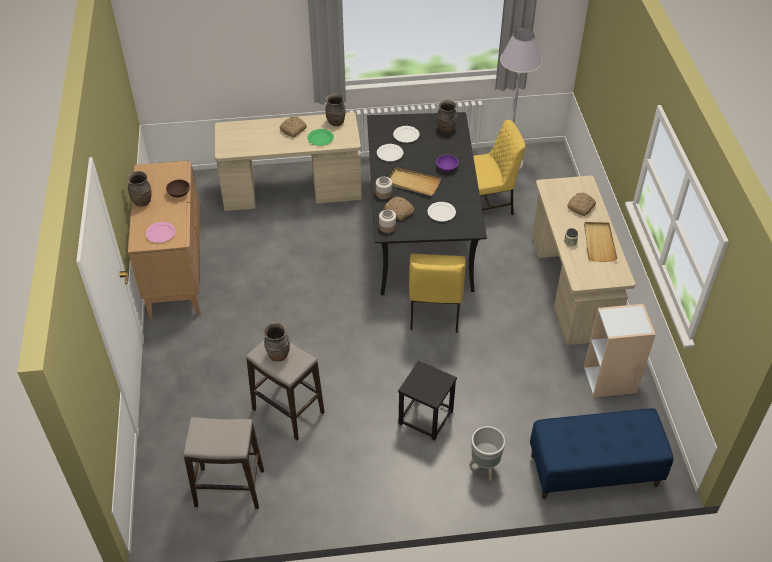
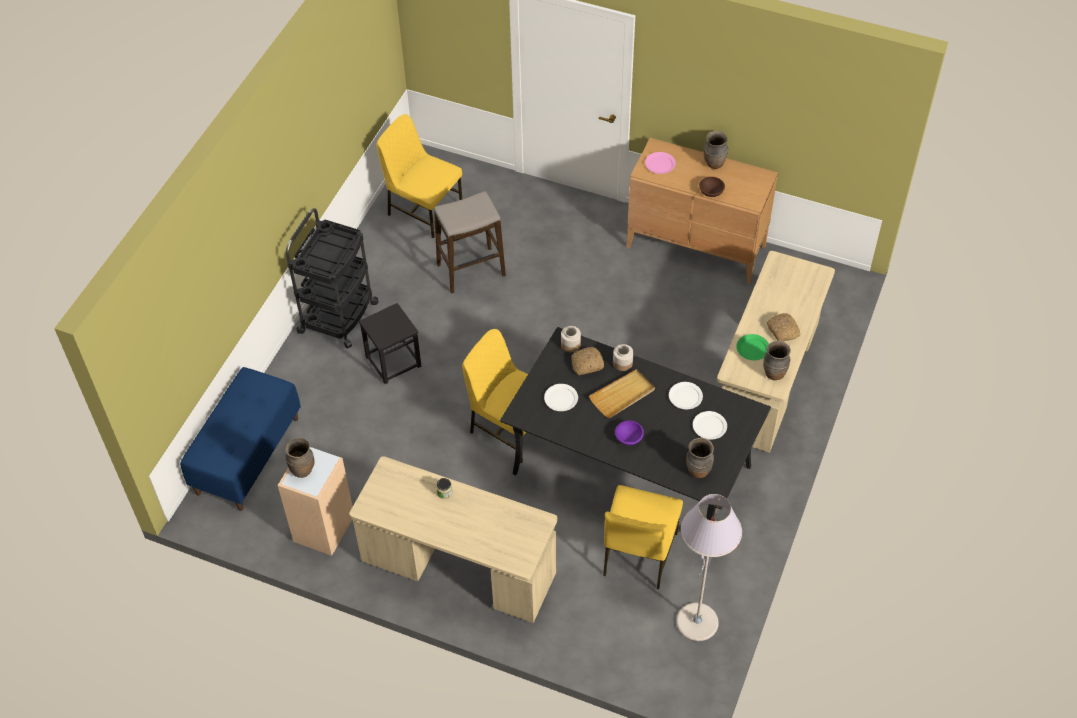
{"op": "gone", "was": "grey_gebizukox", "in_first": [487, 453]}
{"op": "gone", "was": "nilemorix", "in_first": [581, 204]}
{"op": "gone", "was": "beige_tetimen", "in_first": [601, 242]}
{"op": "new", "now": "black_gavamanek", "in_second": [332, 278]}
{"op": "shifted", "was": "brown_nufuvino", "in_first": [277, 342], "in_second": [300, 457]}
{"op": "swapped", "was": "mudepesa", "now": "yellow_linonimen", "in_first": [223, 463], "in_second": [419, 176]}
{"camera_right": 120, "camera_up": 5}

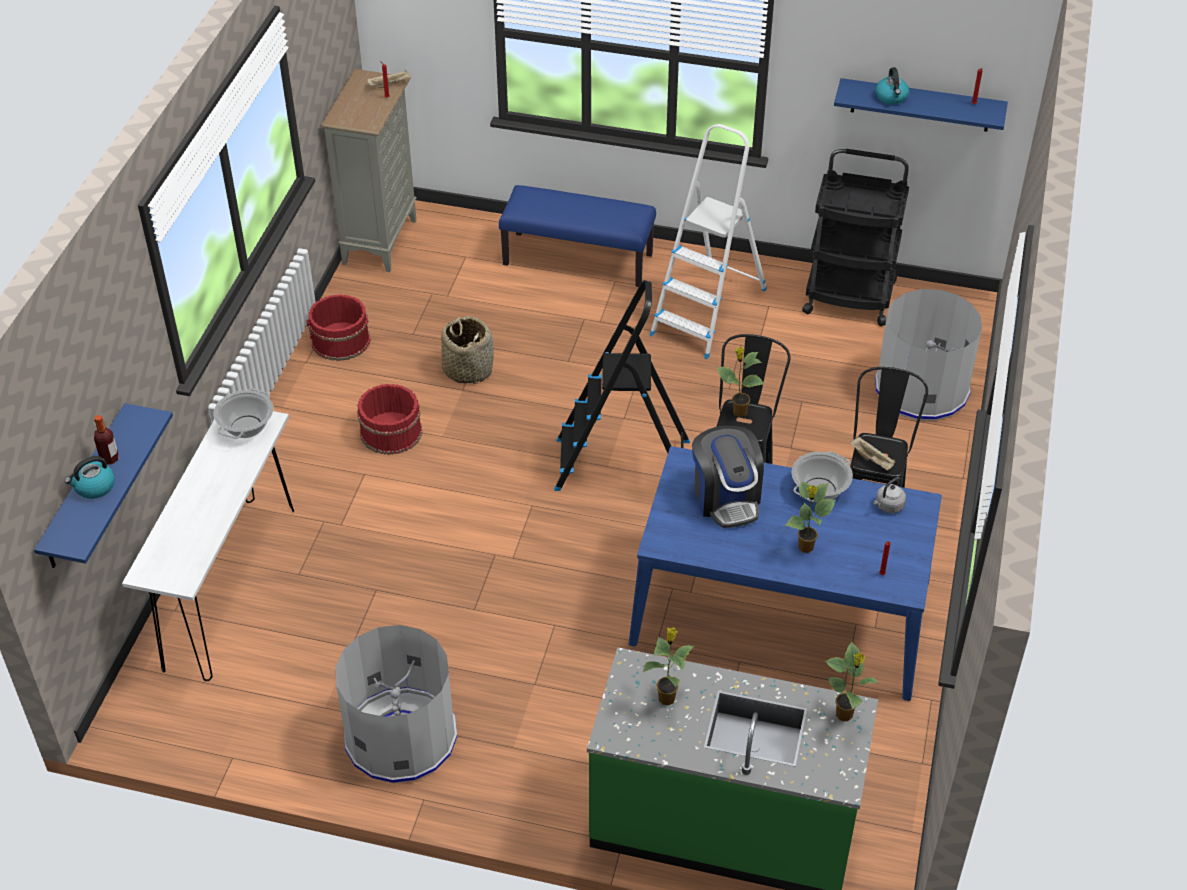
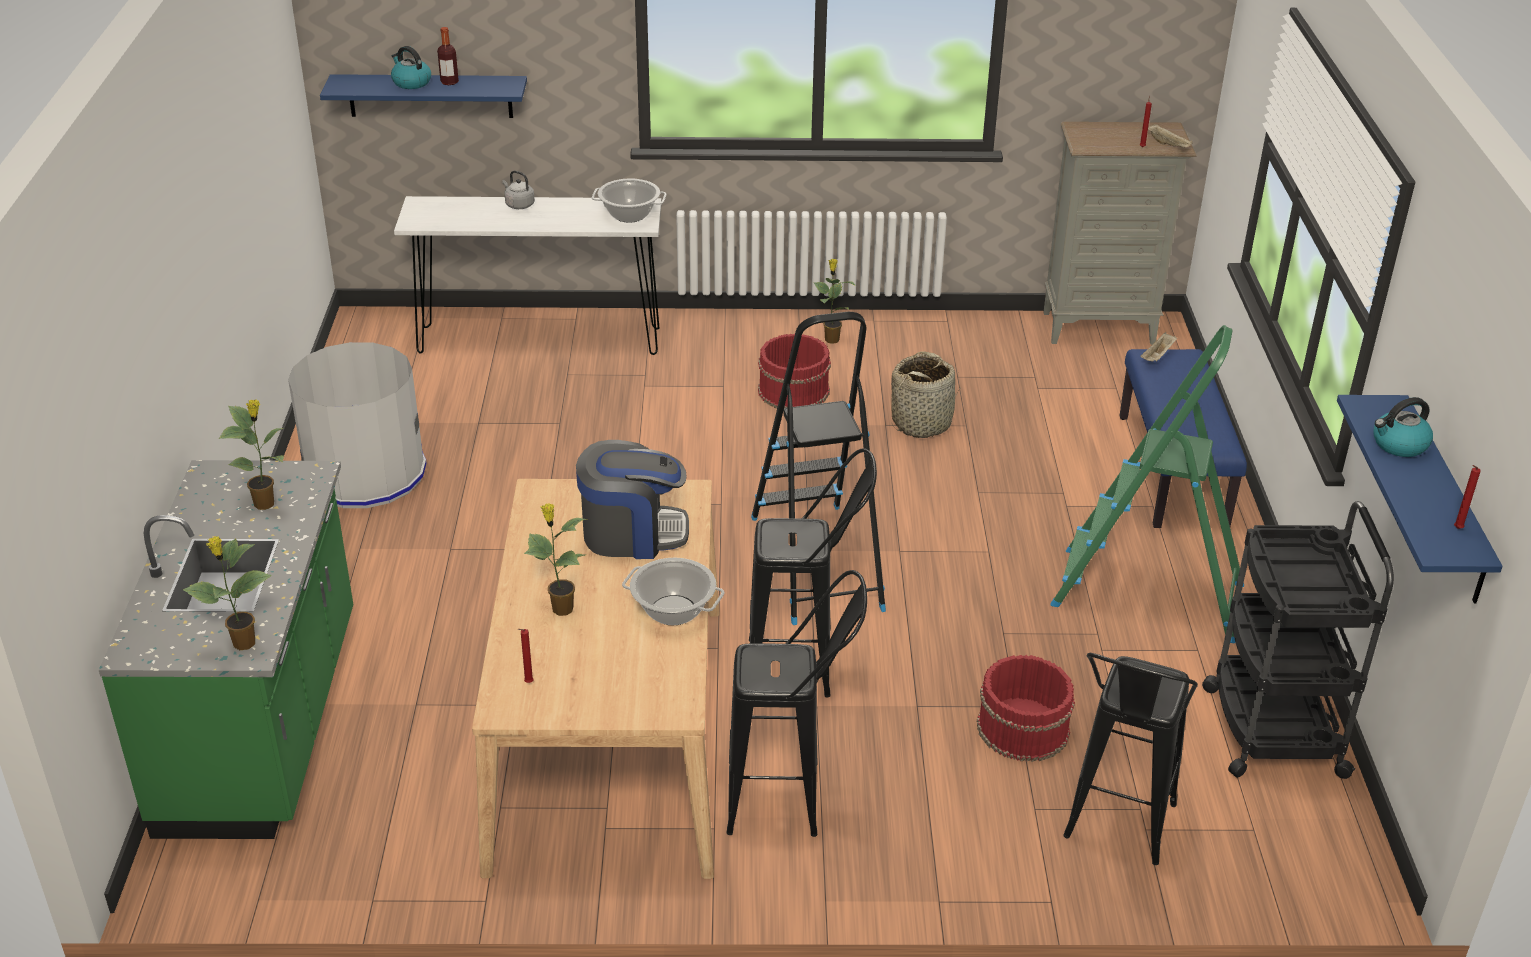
{"op": "shifted", "was": "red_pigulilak", "in_first": [338, 327], "in_second": [1026, 708]}
{"op": "shifted", "was": "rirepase", "in_first": [740, 382], "in_second": [835, 301]}
{"op": "shifted", "was": "beige_tetimen", "in_first": [872, 453], "in_second": [1159, 347]}
{"op": "shifted", "was": "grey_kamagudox", "in_first": [889, 495], "in_second": [518, 189]}
{"op": "swapped", "was": "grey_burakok", "now": "black_mudepesa", "in_first": [928, 355], "in_second": [1130, 759]}
{"op": "repainted", "was": "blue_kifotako", "now": "beige_kifotako", "in_first": [785, 573], "in_second": [595, 679]}
{"op": "repainted", "was": "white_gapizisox", "now": "green_gapizisox", "in_first": [708, 241], "in_second": [1147, 484]}
{"op": "rotated", "was": "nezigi", "in_first": [728, 477], "in_second": [632, 499], "clockwise": -150}
{"camera_right": 75, "camera_up": -10}

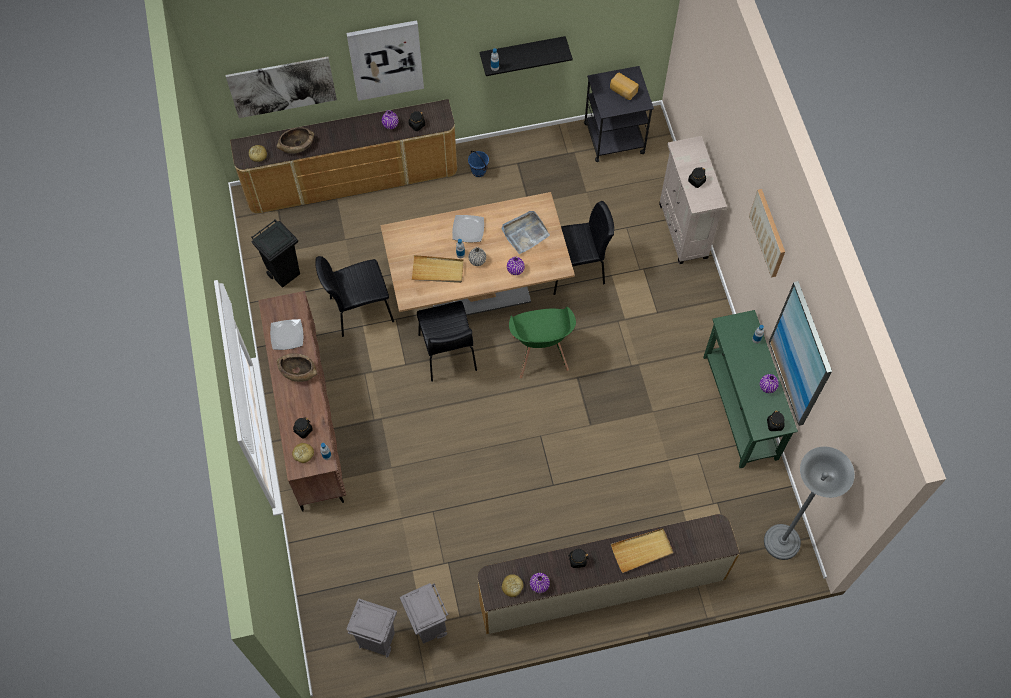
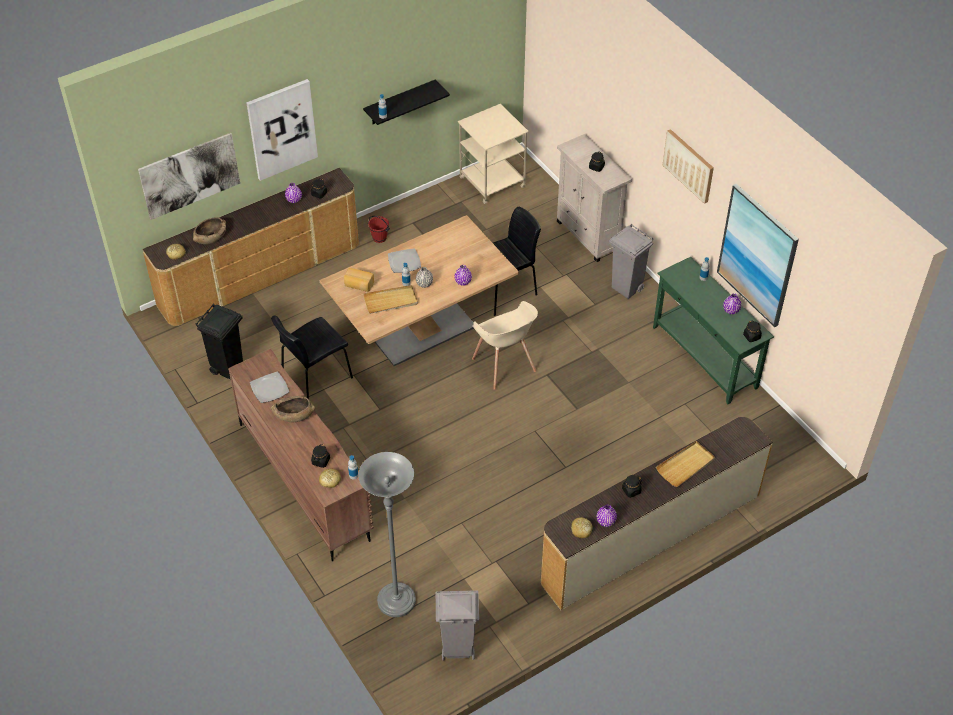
{"op": "gone", "was": "black_linonimen", "in_first": [447, 341]}
{"op": "gone", "was": "grey_tetimen", "in_first": [526, 232]}
{"op": "shifted", "was": "grey_burakok", "in_first": [424, 613], "in_second": [631, 261]}
{"op": "shifted", "was": "nilemorix", "in_first": [624, 86], "in_second": [359, 280]}
{"op": "shifted", "was": "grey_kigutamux", "in_first": [809, 503], "in_second": [387, 534]}
{"op": "repainted", "was": "blue_pigulilak", "now": "red_pigulilak", "in_first": [478, 164], "in_second": [379, 229]}
{"op": "repainted", "was": "green_linonimen", "now": "beige_linonimen", "in_first": [542, 342], "in_second": [505, 345]}
{"op": "repainted", "was": "black_gavamanek", "now": "beige_gavamanek", "in_first": [619, 114], "in_second": [493, 154]}
{"camera_right": -20, "camera_up": -15}

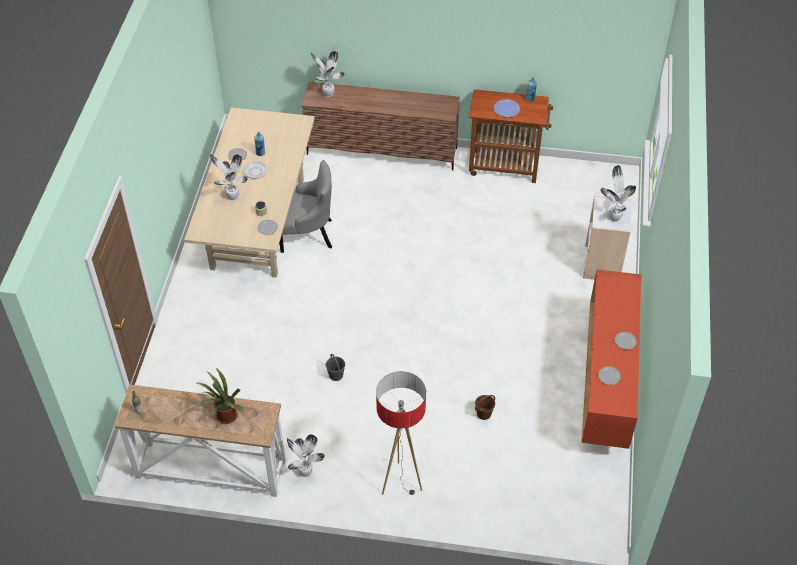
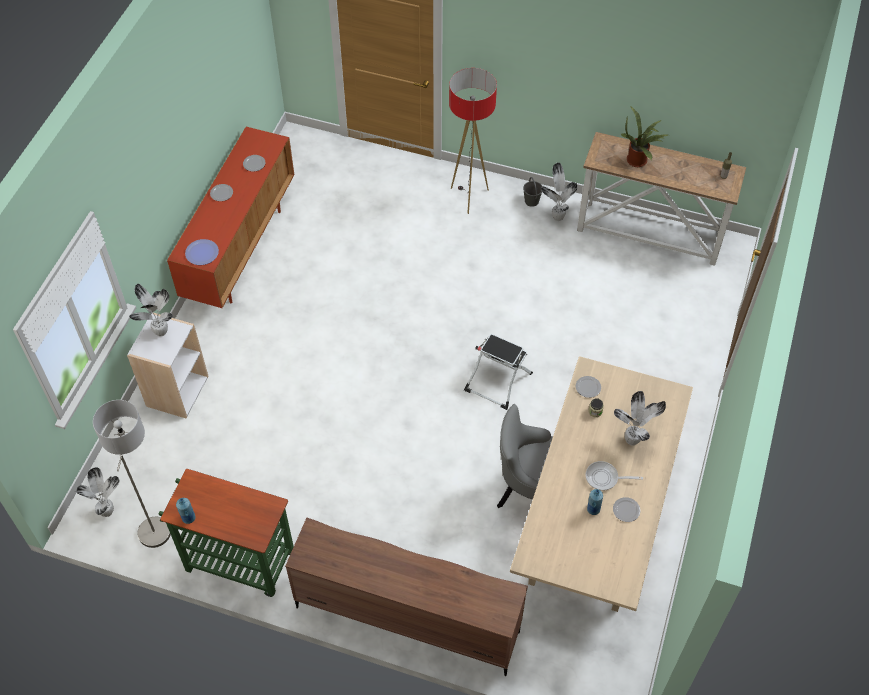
{"op": "gone", "was": "brown_pigulilak", "in_first": [485, 407]}
{"op": "new", "now": "grey_kigutamux", "in_second": [132, 474]}
{"op": "new", "now": "gapizisox", "in_second": [498, 372]}
{"op": "shifted", "was": "rirepase", "in_first": [327, 74], "in_second": [97, 492]}
{"op": "shifted", "was": "grey_pigulilak", "in_first": [335, 367], "in_second": [533, 192]}
{"op": "shifted", "was": "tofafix", "in_first": [507, 108], "in_second": [202, 252]}
{"op": "repainted", "was": "brown_gavamanek", "now": "green_gavamanek", "in_first": [511, 136], "in_second": [226, 533]}
{"camera_right": -170, "camera_up": 5}

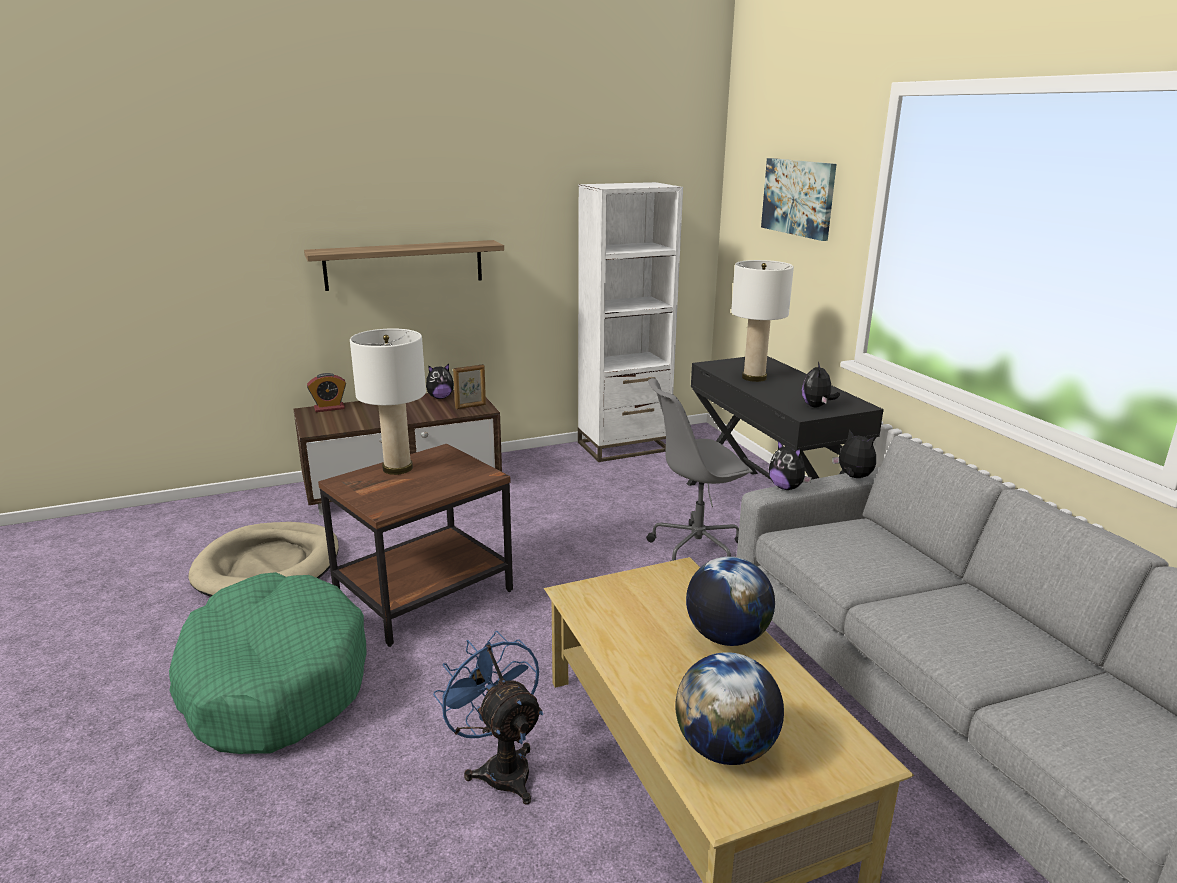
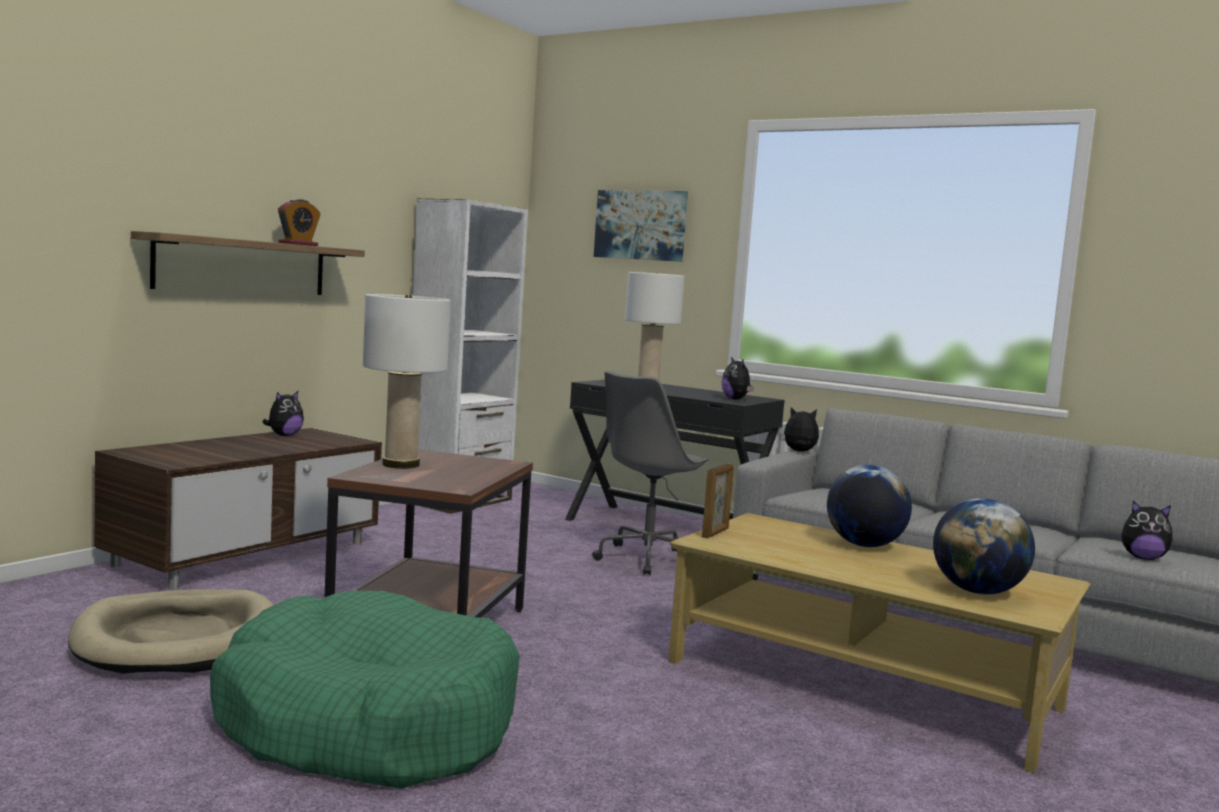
{"op": "gone", "was": "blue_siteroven", "in_first": [488, 718]}
{"op": "shifted", "was": "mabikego", "in_first": [326, 392], "in_second": [299, 222]}
{"op": "shifted", "was": "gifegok", "in_first": [469, 386], "in_second": [718, 500]}
{"op": "shifted", "was": "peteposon", "in_first": [790, 465], "in_second": [1148, 530]}
{"camera_right": -35, "camera_up": -15}

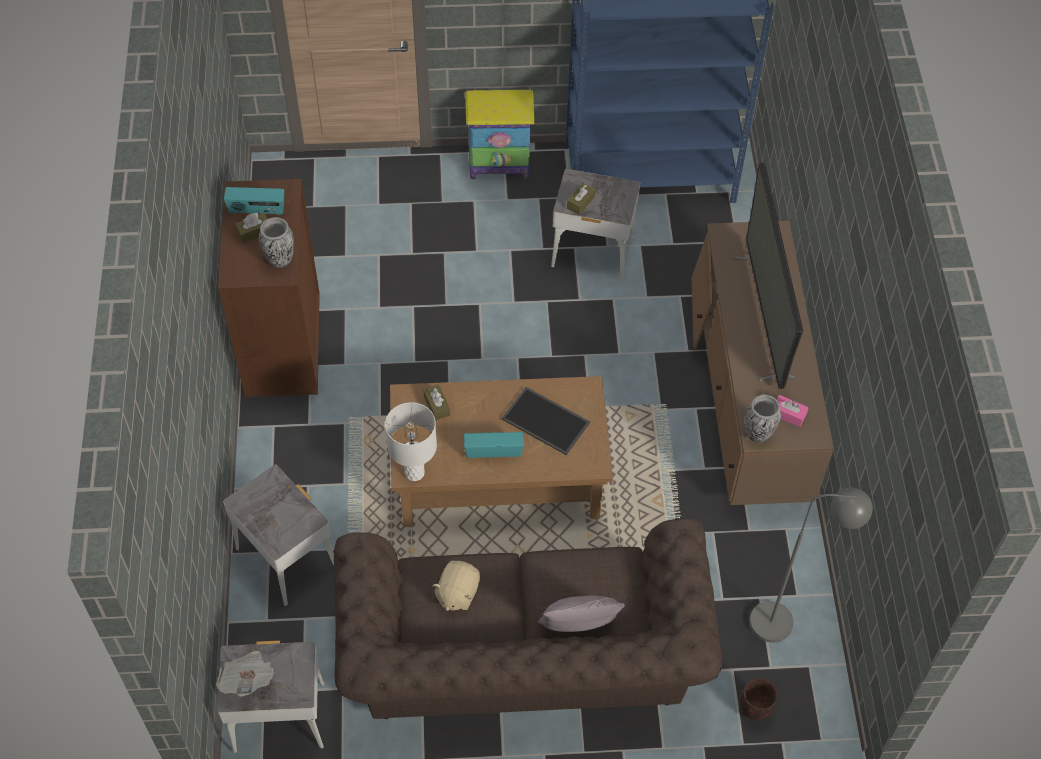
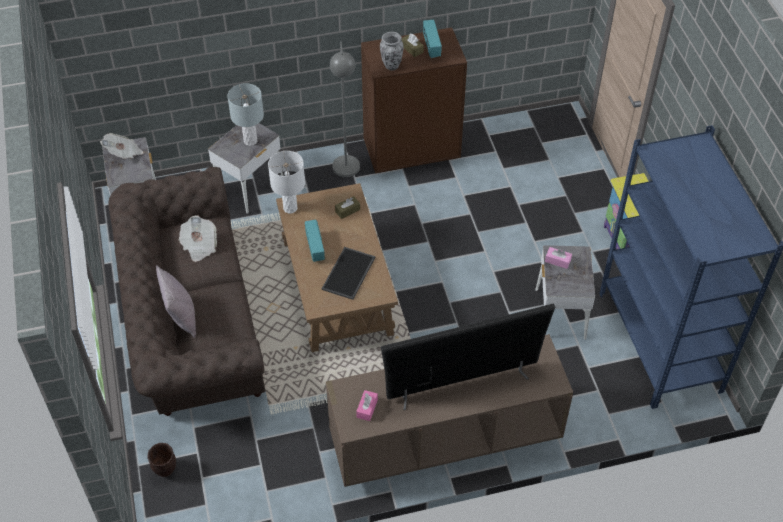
{"op": "gone", "was": "nufuvino", "in_first": [763, 418]}
{"op": "new", "now": "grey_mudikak", "in_second": [245, 114]}
{"op": "shifted", "was": "grey_kigutamux", "in_first": [811, 565], "in_second": [345, 109]}
{"op": "swapped", "was": "beige_peteposon", "now": "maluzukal", "in_first": [456, 586], "in_second": [198, 238]}
{"op": "repainted", "was": "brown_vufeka", "now": "pink_vufeka", "in_first": [581, 199], "in_second": [558, 258]}
{"camera_right": 80, "camera_up": -5}

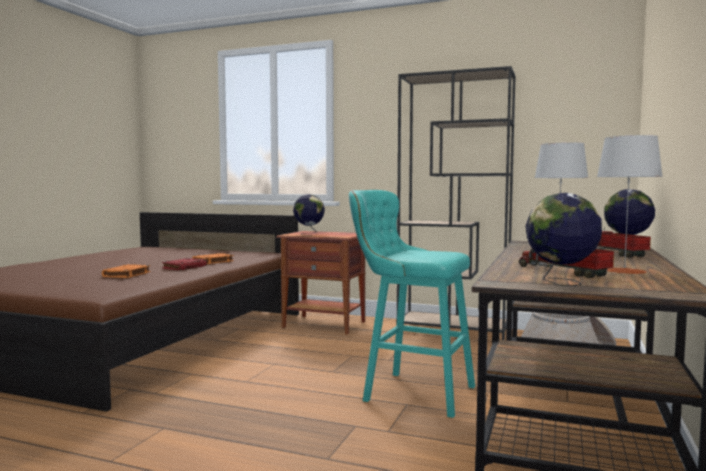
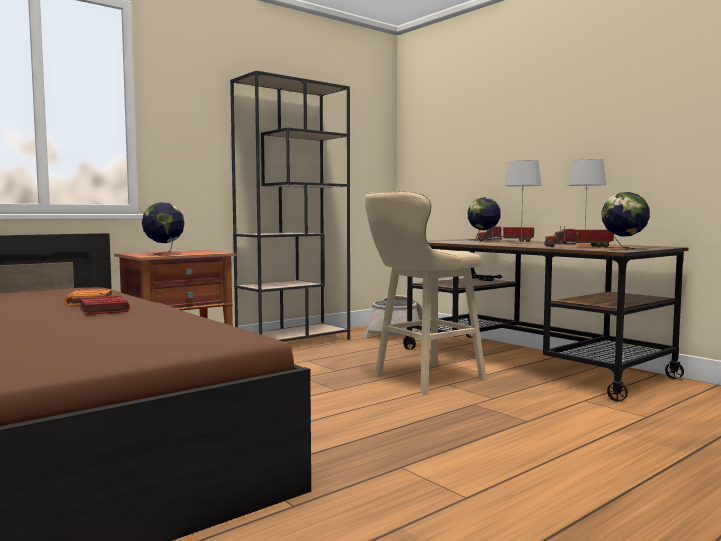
{"op": "gone", "was": "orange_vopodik", "in_first": [126, 271]}
{"op": "repainted", "was": "turquoise_mudepesa", "now": "beige_mudepesa", "in_first": [412, 303], "in_second": [426, 292]}
{"camera_right": -60, "camera_up": 0}

